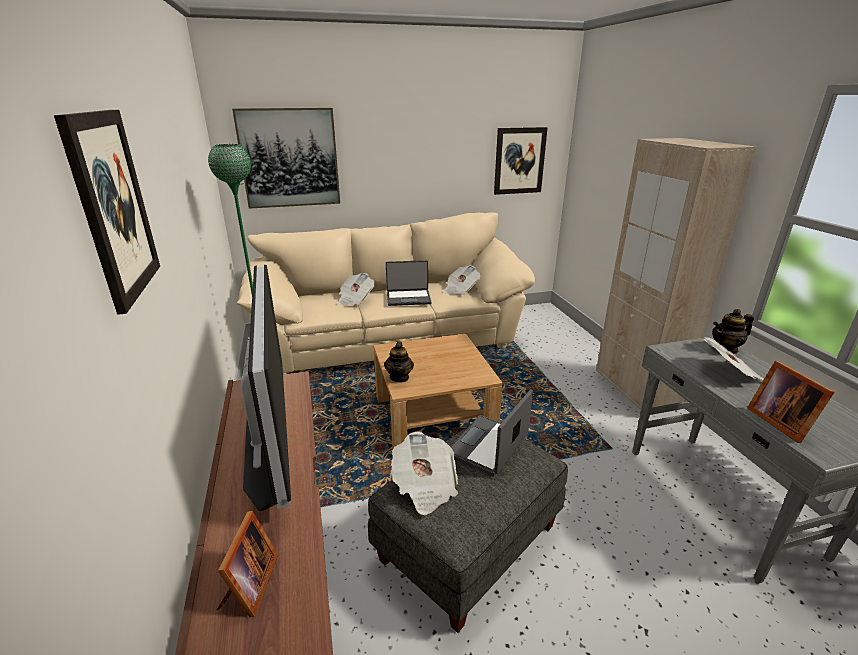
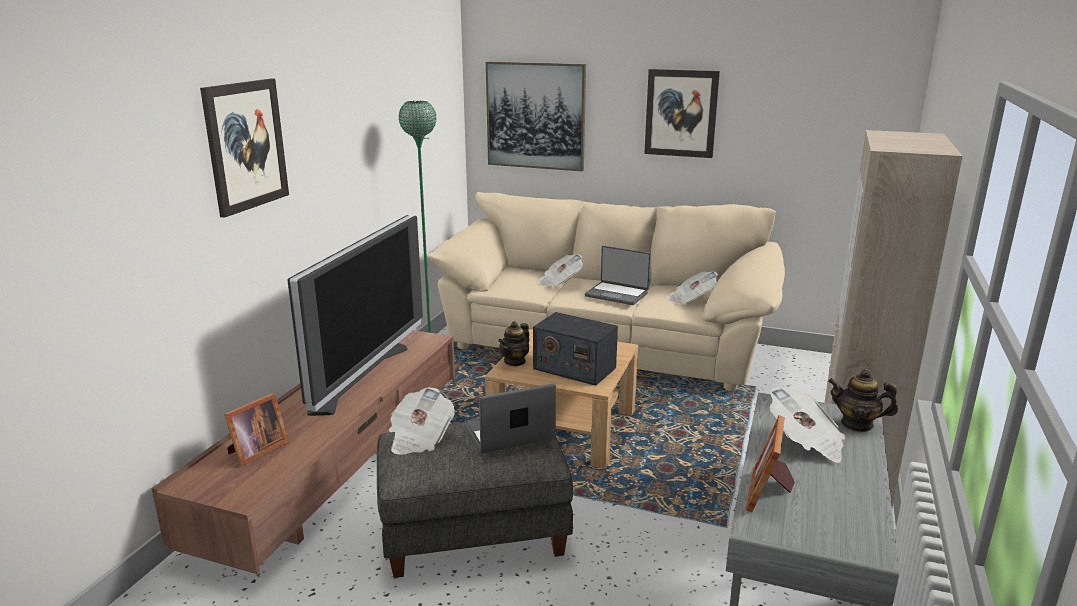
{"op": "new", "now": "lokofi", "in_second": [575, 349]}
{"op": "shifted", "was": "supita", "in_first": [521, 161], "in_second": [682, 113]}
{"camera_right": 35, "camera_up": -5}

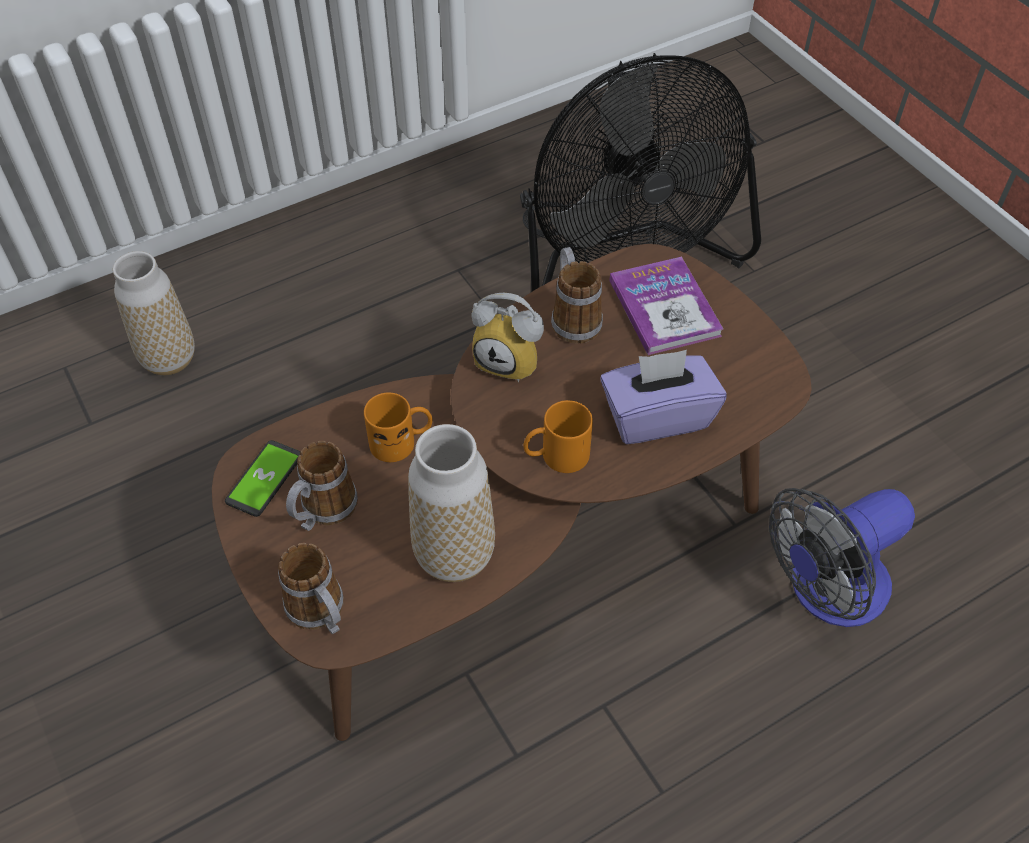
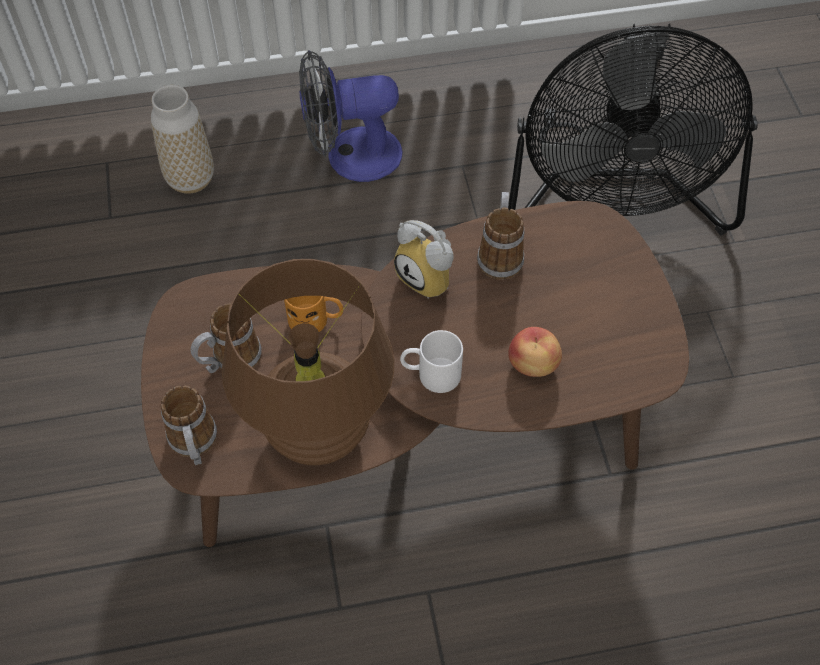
{"op": "gone", "was": "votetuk", "in_first": [262, 478]}
{"op": "gone", "was": "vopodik", "in_first": [666, 306]}
{"op": "shifted", "was": "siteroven", "in_first": [842, 557], "in_second": [350, 116]}
{"op": "swapped", "was": "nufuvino", "now": "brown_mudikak", "in_first": [451, 503], "in_second": [308, 362]}
{"op": "swapped", "was": "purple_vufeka", "now": "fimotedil", "in_first": [663, 397], "in_second": [535, 352]}
{"op": "repainted", "was": "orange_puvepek", "now": "white_puvepek", "in_first": [558, 436], "in_second": [431, 361]}
{"camera_right": 20, "camera_up": 5}

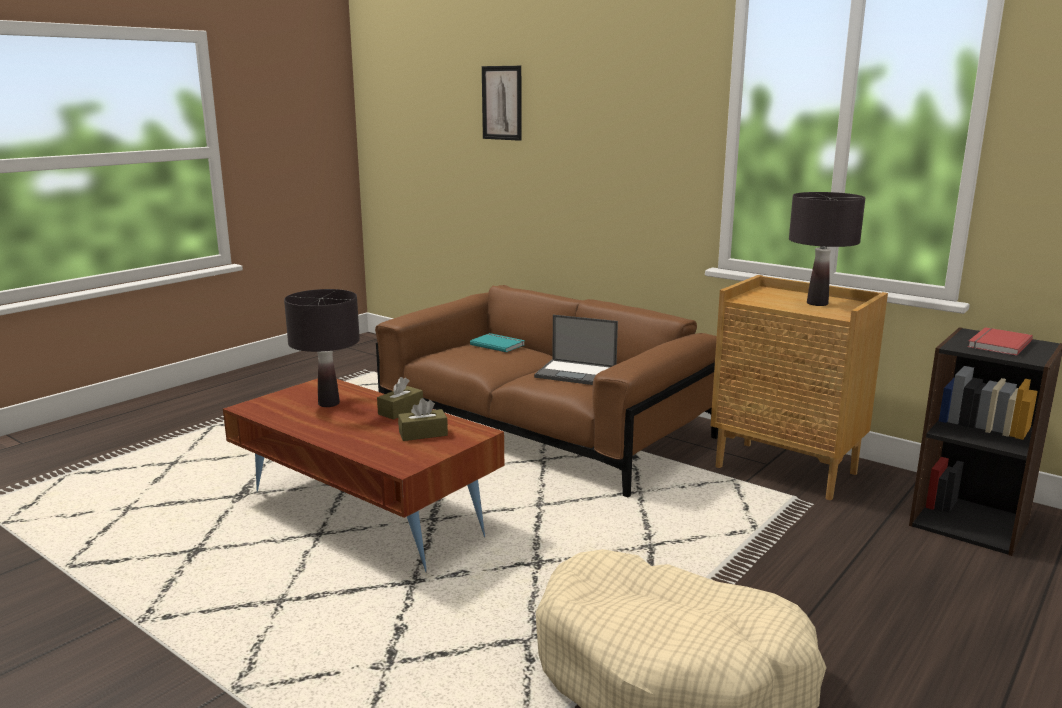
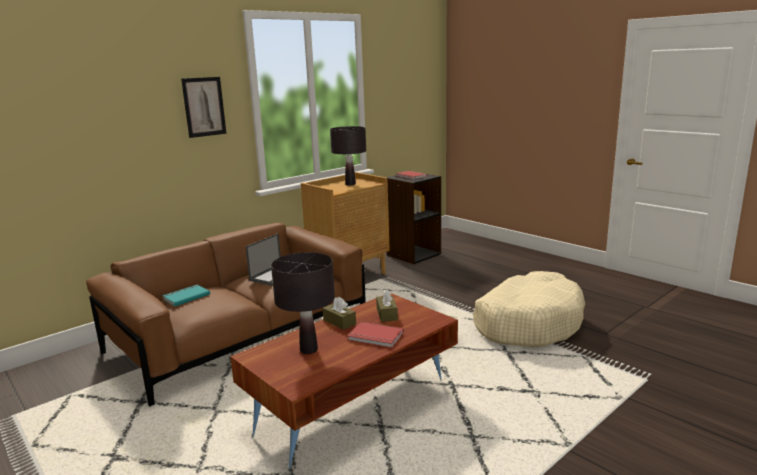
{"op": "new", "now": "red_vopodik", "in_second": [376, 335]}
{"op": "shifted", "was": "supita", "in_first": [502, 103], "in_second": [203, 107]}
{"camera_right": -80, "camera_up": 0}

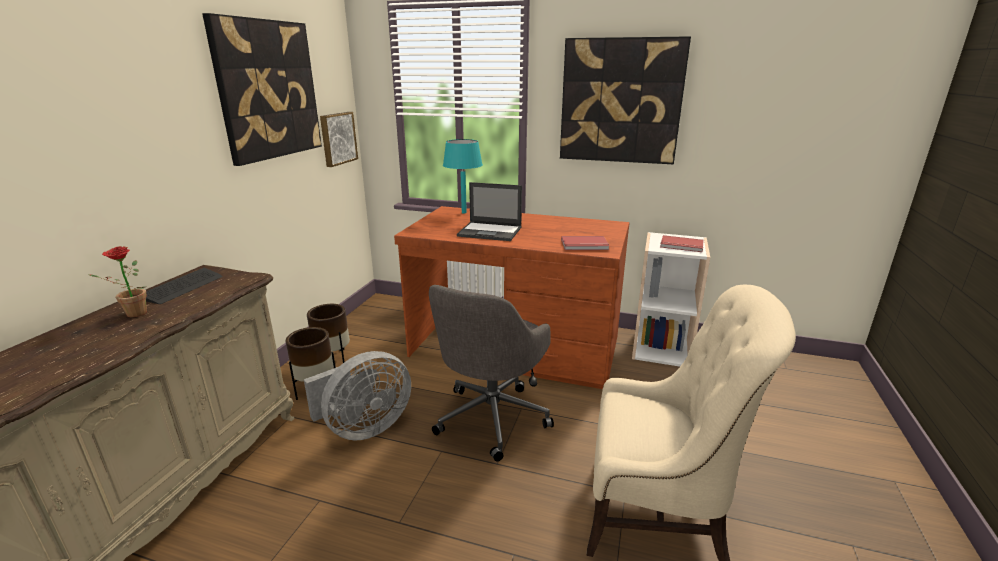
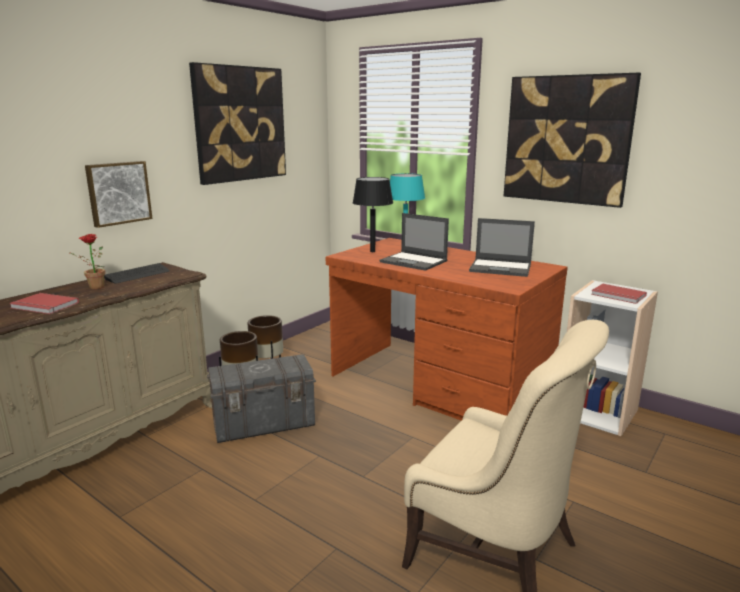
{"op": "gone", "was": "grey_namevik", "in_first": [491, 373]}
{"op": "new", "now": "black_mudikak", "in_second": [373, 214]}
{"op": "new", "now": "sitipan", "in_second": [502, 247]}
{"op": "shifted", "was": "supita", "in_first": [339, 139], "in_second": [119, 194]}
{"op": "shifted", "was": "red_vopodik", "in_first": [585, 243], "in_second": [44, 303]}
{"op": "swapped", "was": "grey_siteroven", "now": "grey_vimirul", "in_first": [357, 395], "in_second": [261, 398]}
{"camera_right": 20, "camera_up": -5}

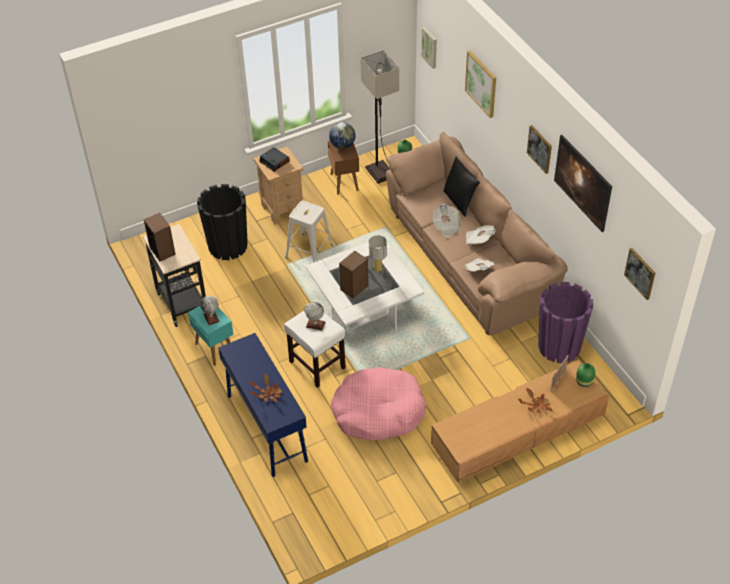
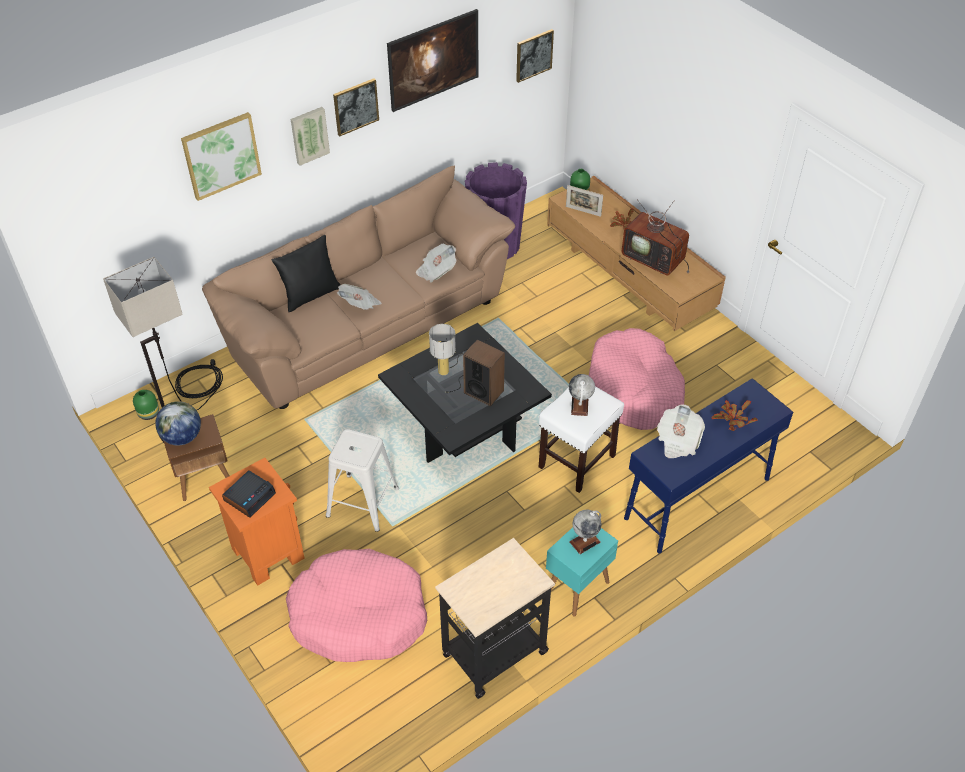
{"op": "gone", "was": "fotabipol", "in_first": [160, 237]}
{"op": "new", "now": "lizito", "in_second": [655, 237]}
{"op": "shifted", "was": "supita", "in_first": [429, 48], "in_second": [310, 136]}
{"op": "shifted", "was": "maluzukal", "in_first": [481, 234], "in_second": [681, 431]}
{"op": "swapped", "was": "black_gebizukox", "now": "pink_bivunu", "in_first": [222, 222], "in_second": [356, 605]}
{"op": "repainted", "was": "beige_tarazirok", "now": "orange_tarazirok", "in_first": [278, 185], "in_second": [257, 522]}
{"op": "repainted", "was": "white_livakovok", "now": "black_livakovok", "in_first": [365, 286], "in_second": [465, 393]}
{"camera_right": -100, "camera_up": 0}

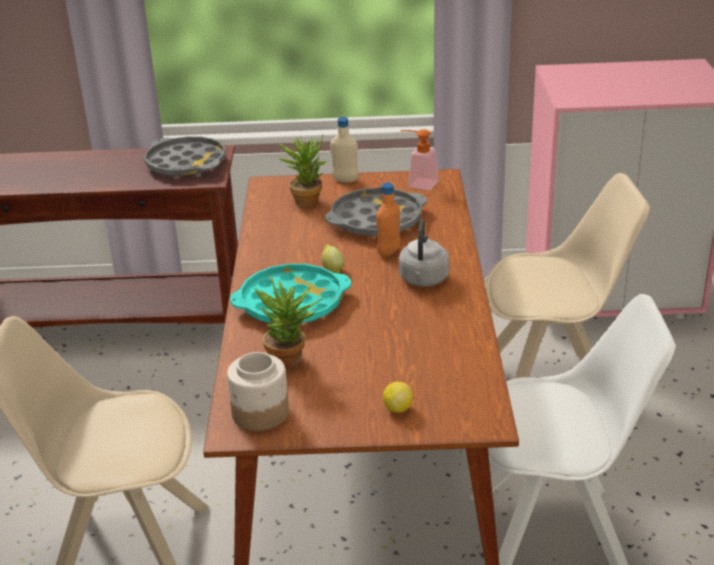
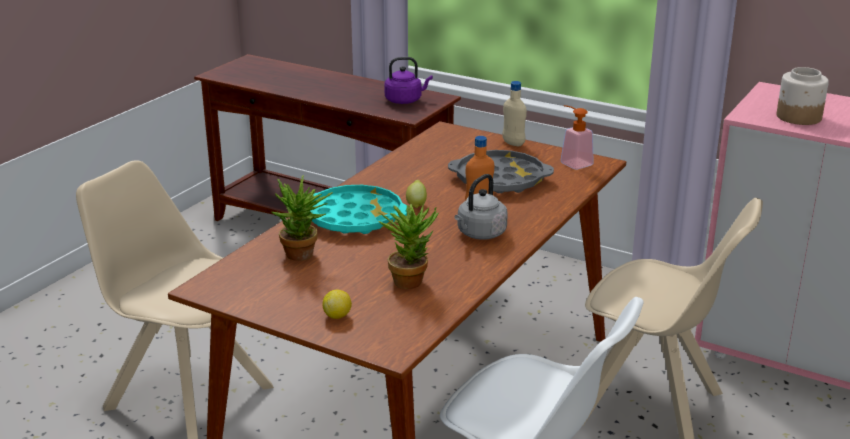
{"op": "shifted", "was": "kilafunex", "in_first": [258, 391], "in_second": [803, 96]}
{"op": "shifted", "was": "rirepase", "in_first": [302, 171], "in_second": [408, 246]}
{"op": "swapped", "was": "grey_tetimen", "now": "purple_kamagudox", "in_first": [184, 157], "in_second": [408, 80]}
{"camera_right": 30, "camera_up": -5}

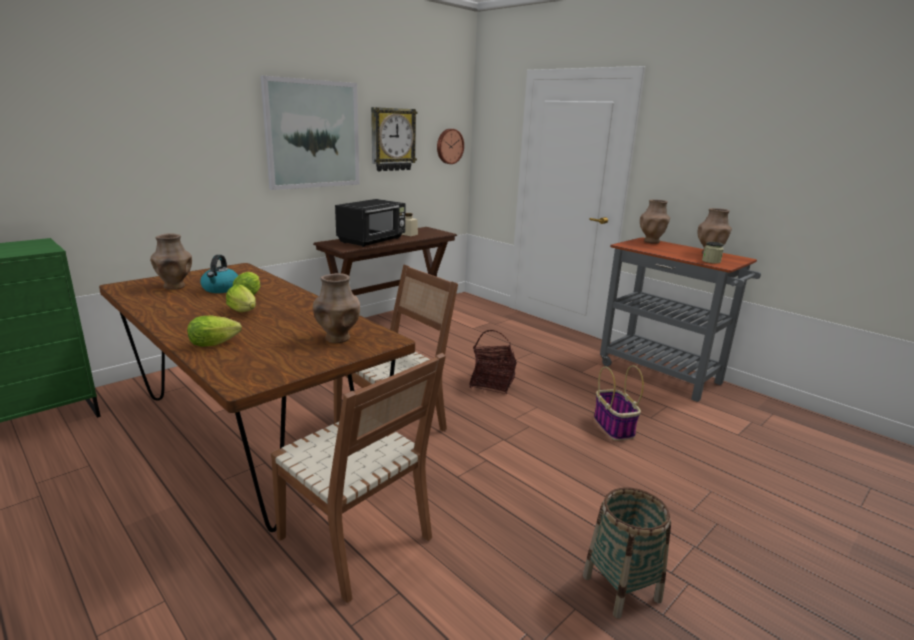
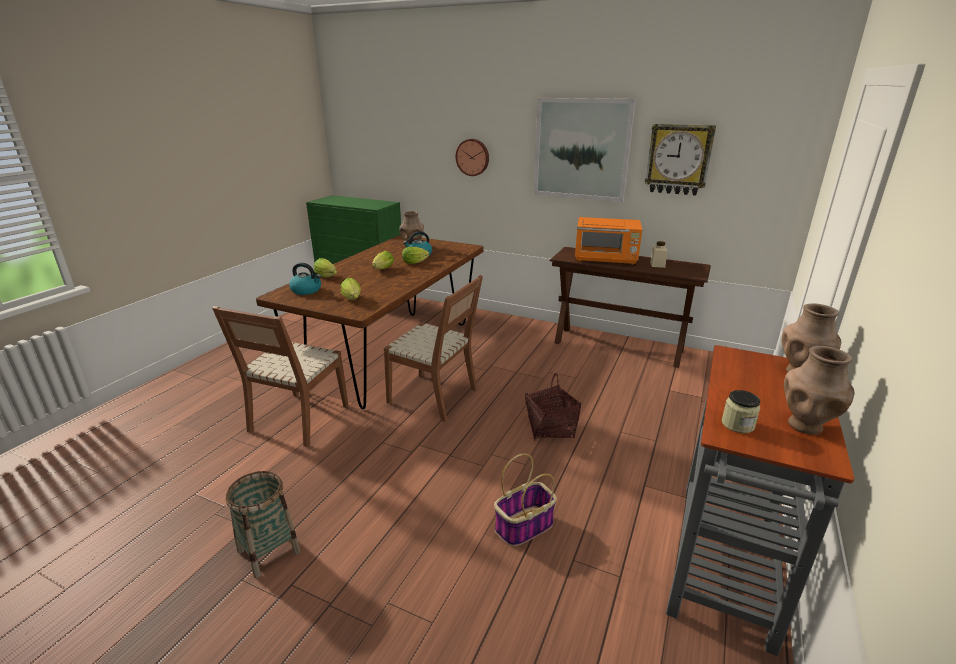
{"op": "new", "now": "kamagudox", "in_second": [305, 279]}
{"op": "shifted", "was": "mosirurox", "in_first": [450, 146], "in_second": [472, 157]}
{"op": "swapped", "was": "brown_nufuvino", "now": "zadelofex", "in_first": [336, 308], "in_second": [351, 289]}
{"op": "repainted", "was": "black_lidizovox", "now": "orange_lidizovox", "in_first": [370, 223], "in_second": [608, 241]}
{"camera_right": 70, "camera_up": 5}

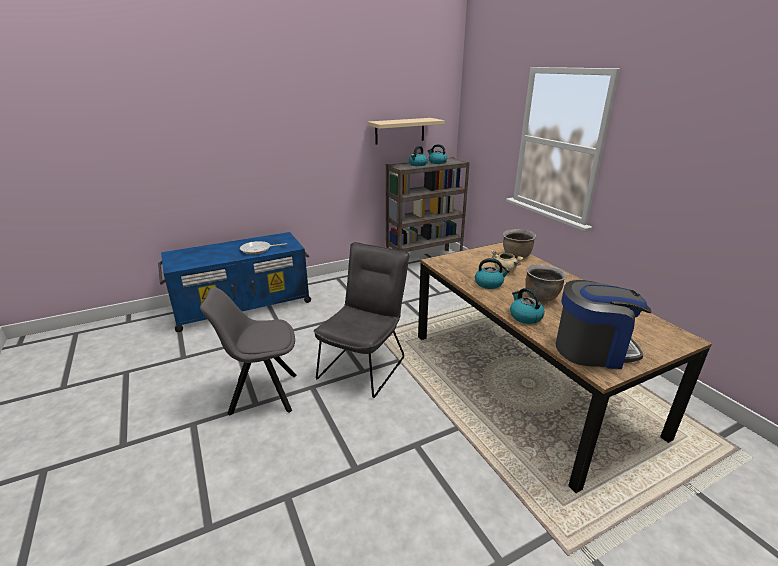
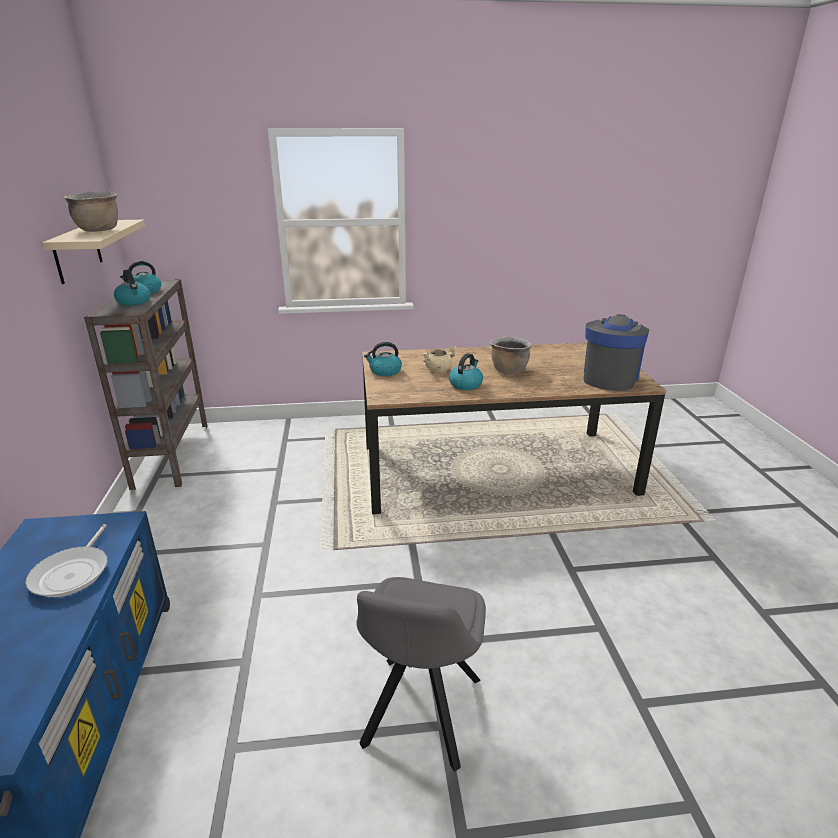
{"op": "gone", "was": "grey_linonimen", "in_first": [362, 320]}
{"op": "shifted", "was": "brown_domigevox", "in_first": [519, 243], "in_second": [91, 211]}
{"op": "shifted", "was": "kamagudox", "in_first": [527, 306], "in_second": [383, 359]}
{"camera_right": -70, "camera_up": 0}

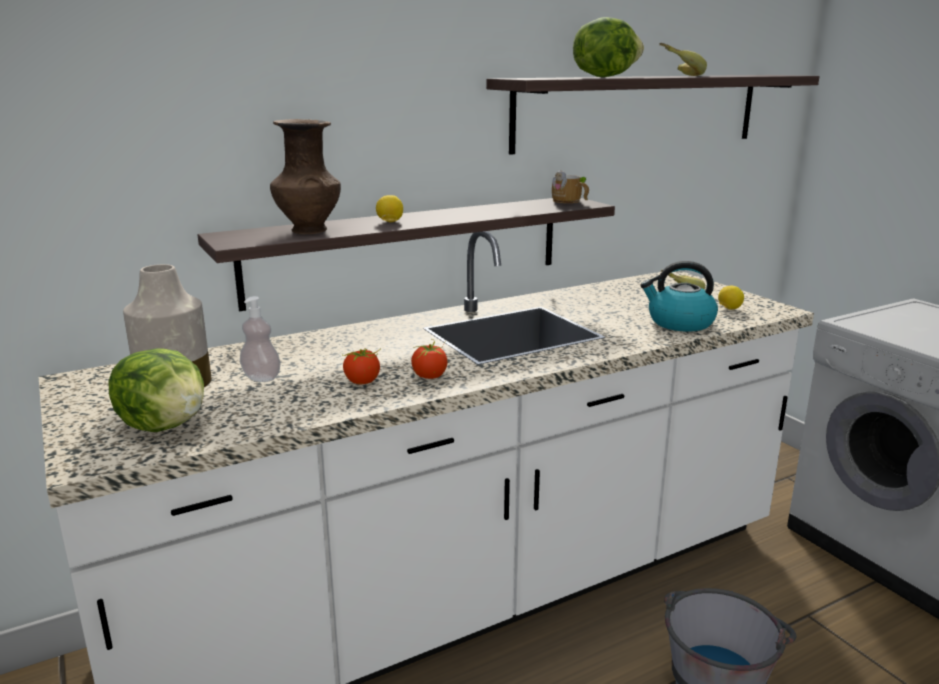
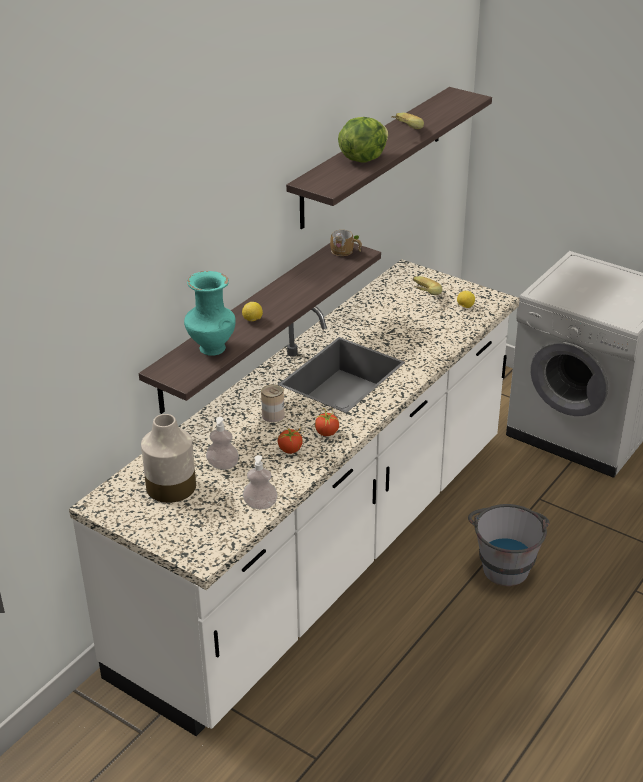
{"op": "gone", "was": "zadelofex", "in_first": [156, 390]}
{"op": "gone", "was": "kamagudox", "in_first": [679, 296]}
{"op": "new", "now": "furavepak", "in_second": [260, 482]}
{"op": "new", "now": "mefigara", "in_second": [272, 403]}
{"op": "repainted", "was": "brown_nufuvino", "now": "turquoise_nufuvino", "in_first": [305, 176], "in_second": [210, 313]}
{"camera_right": -25, "camera_up": 15}

